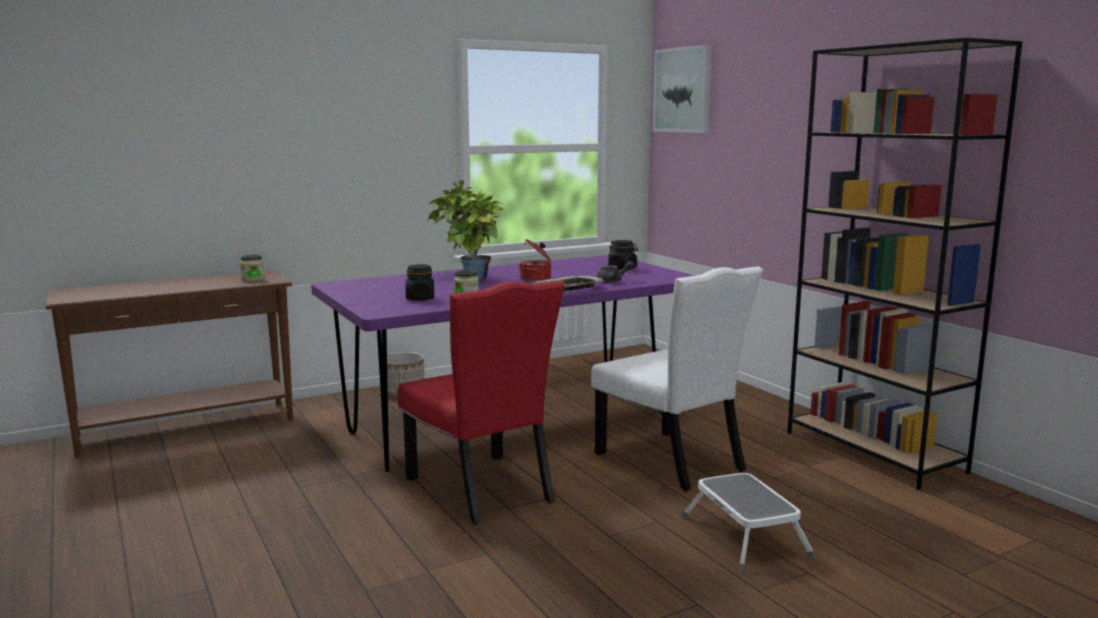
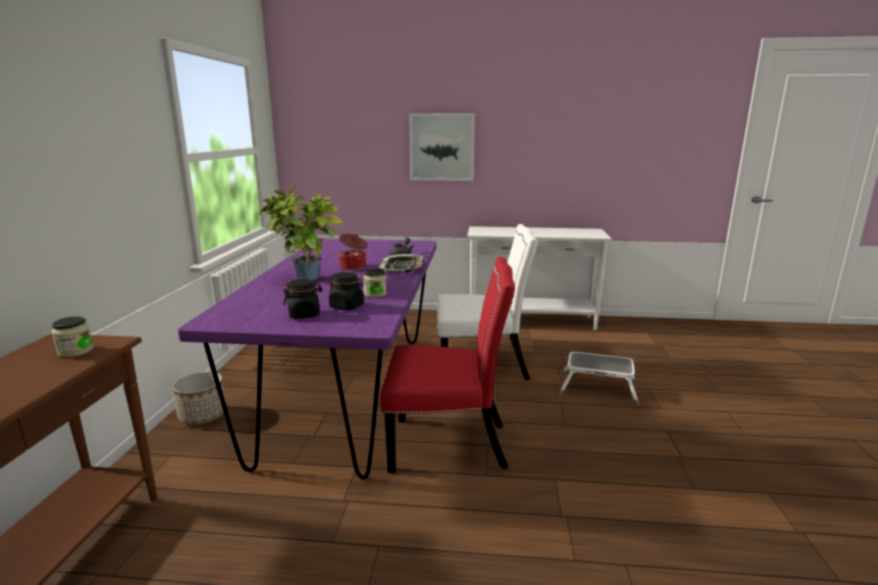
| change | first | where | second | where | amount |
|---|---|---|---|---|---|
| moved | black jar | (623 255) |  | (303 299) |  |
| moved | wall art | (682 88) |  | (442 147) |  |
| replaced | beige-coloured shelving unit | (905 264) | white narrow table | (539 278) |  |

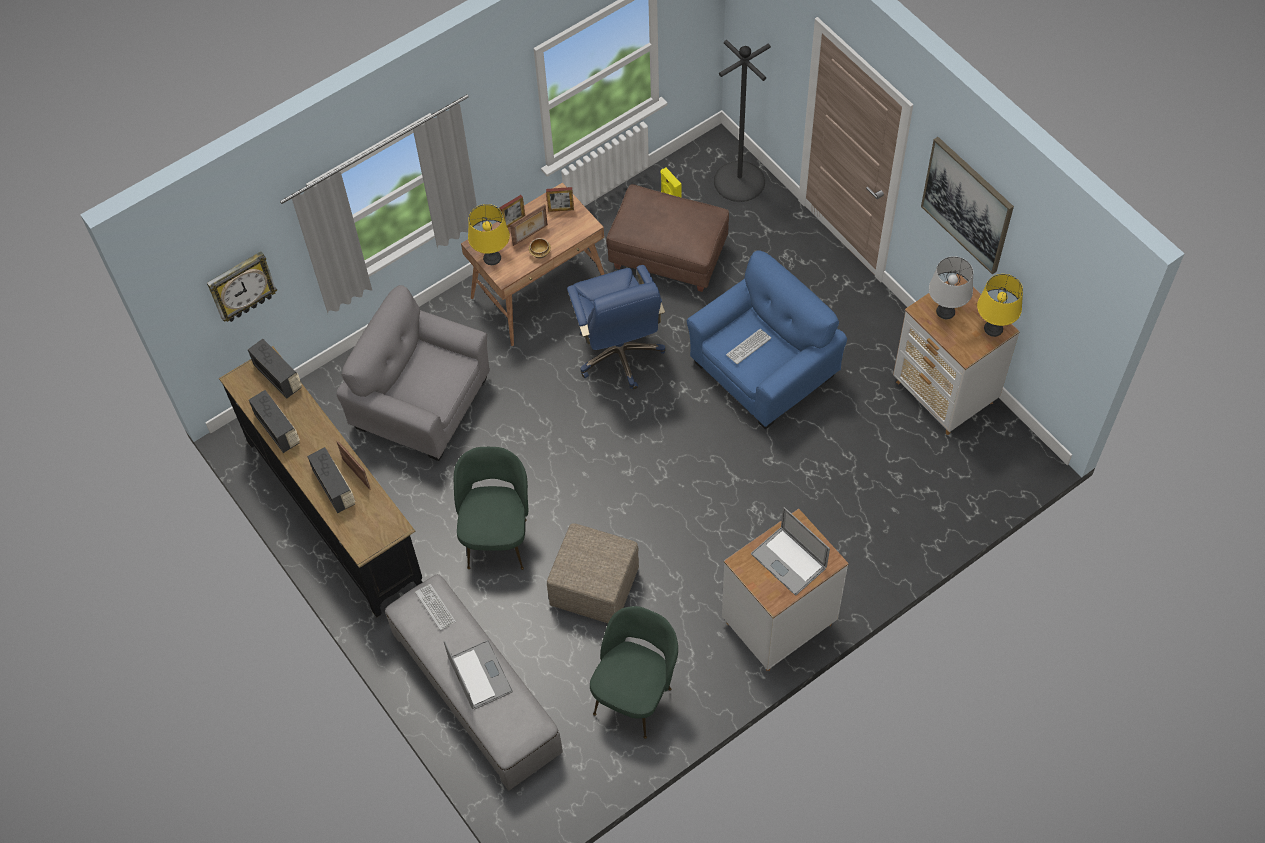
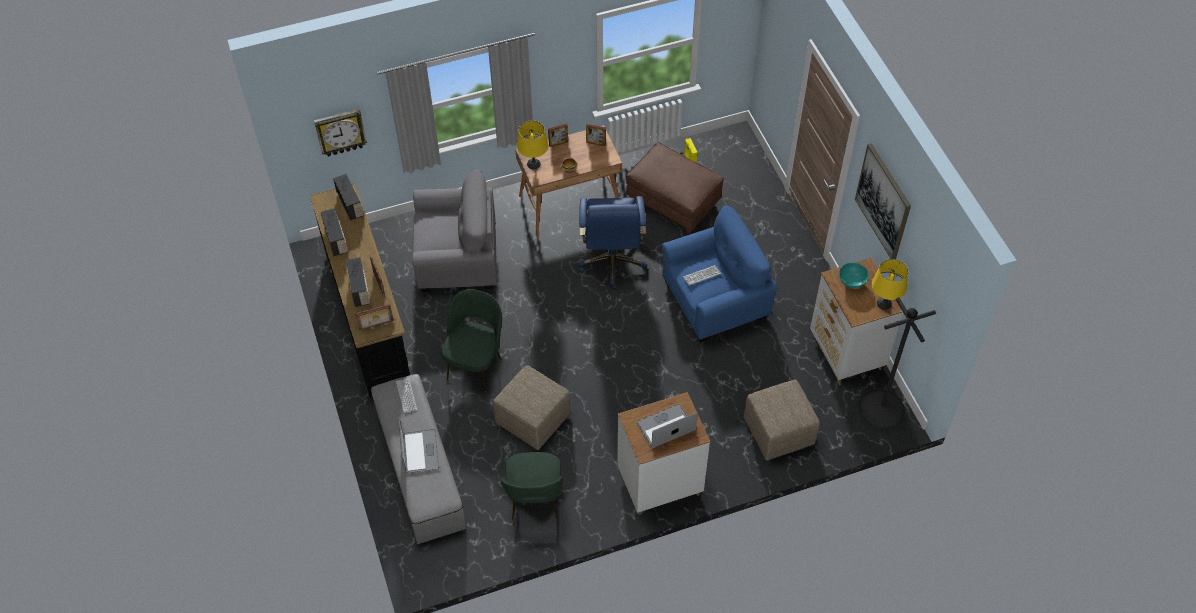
| change | first | where | second | where | amount |
|---|---|---|---|---|---|
| moved | standing frame | (529 225) |  | (374 317) |  |
| turned | gray armchair | (413 373) |  | (454 231) | 135 degrees clockwise |
| turned | green-coloured plain chair | (634 672) |  | (532 486) | 135 degrees clockwise |
| turned | laptop | (790 551) |  | (667 426) | 90 degrees clockwise |
| added |  |  | beige-coloured pouffe | (782 420) |  |
| replaced | gray tabletop lamp | (951 287) | blue-green bowl | (854 275) |  |
| moved | black garment stand | (742 121) |  | (897 362) |  |

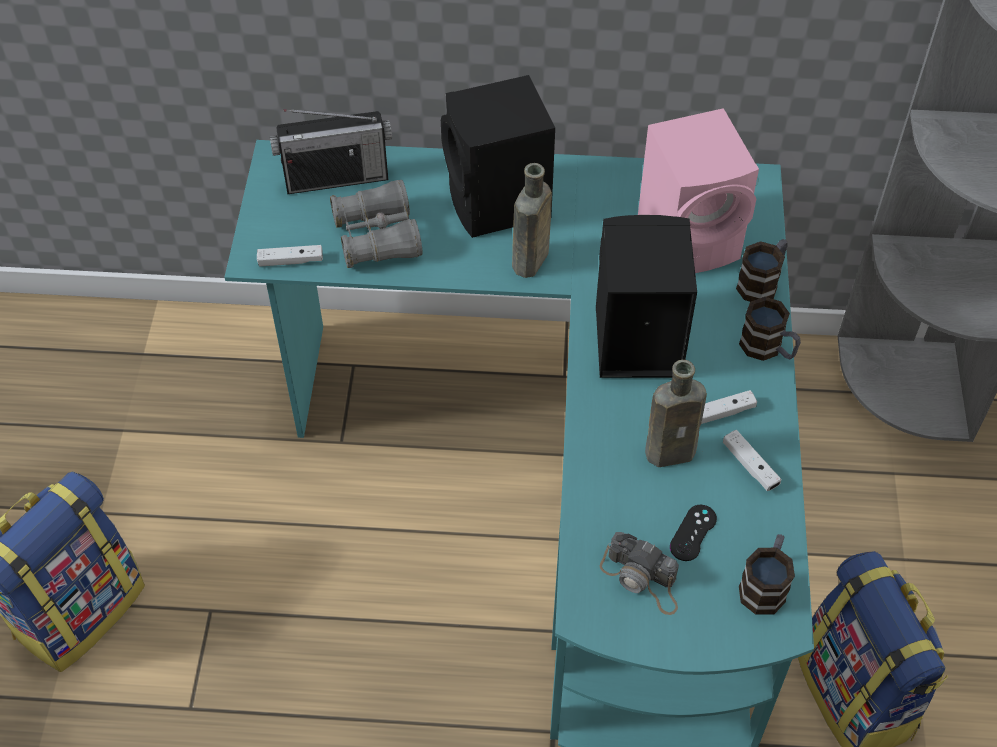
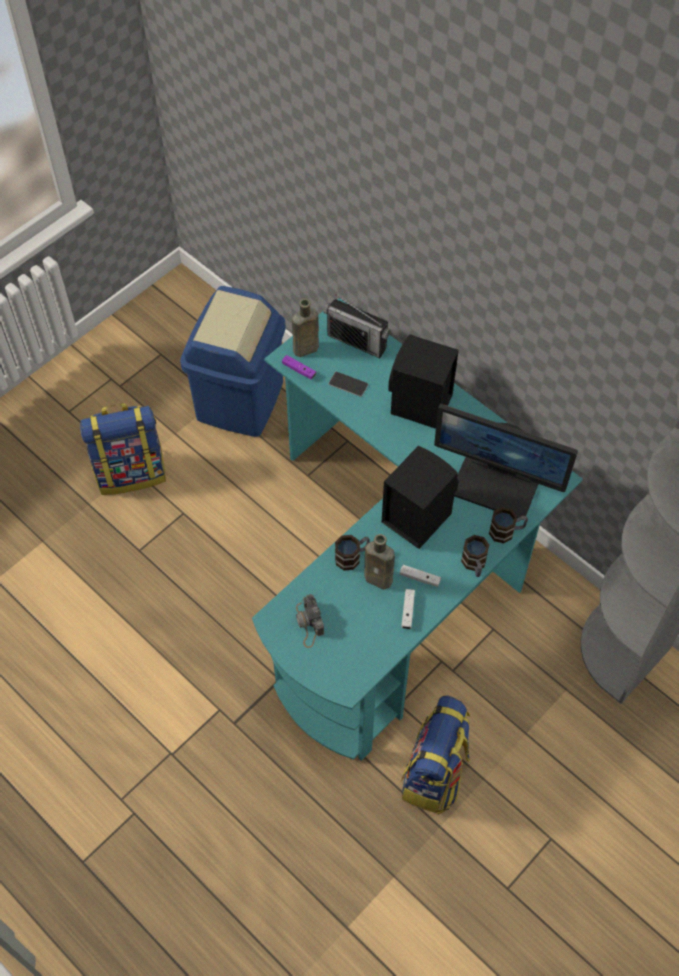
| change | first | where | second | where | amount |
|---|---|---|---|---|---|
| added |  |  | bluish trash can | (233 361) |  |
| recoloured | white game controller | (290 256) | purple-coloured game controller | (299 367) |  |
| moved | brownish beverage bottle | (532 220) |  | (305 328) |  |
| replaced | gray pair of binoculars | (376 224) | phone | (348 384) |  |
| moved | tea mug | (767 574) |  | (352 553) |  |
| replaced | pink loudspeaker | (698 190) | computer display | (506 462) |  |
| removed | black game controller | (693 533) |  |  |  |

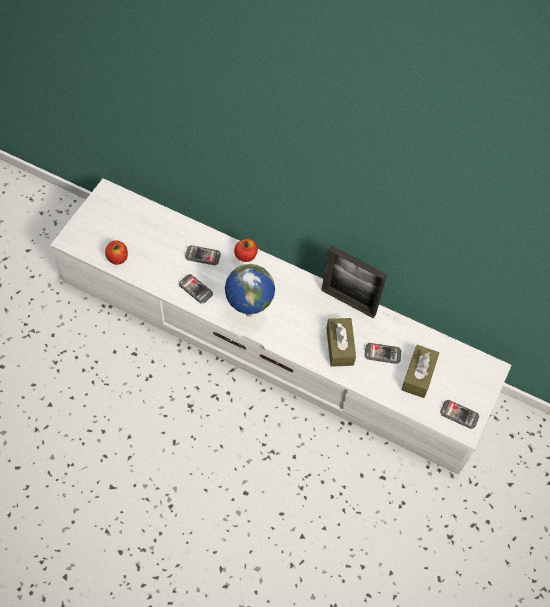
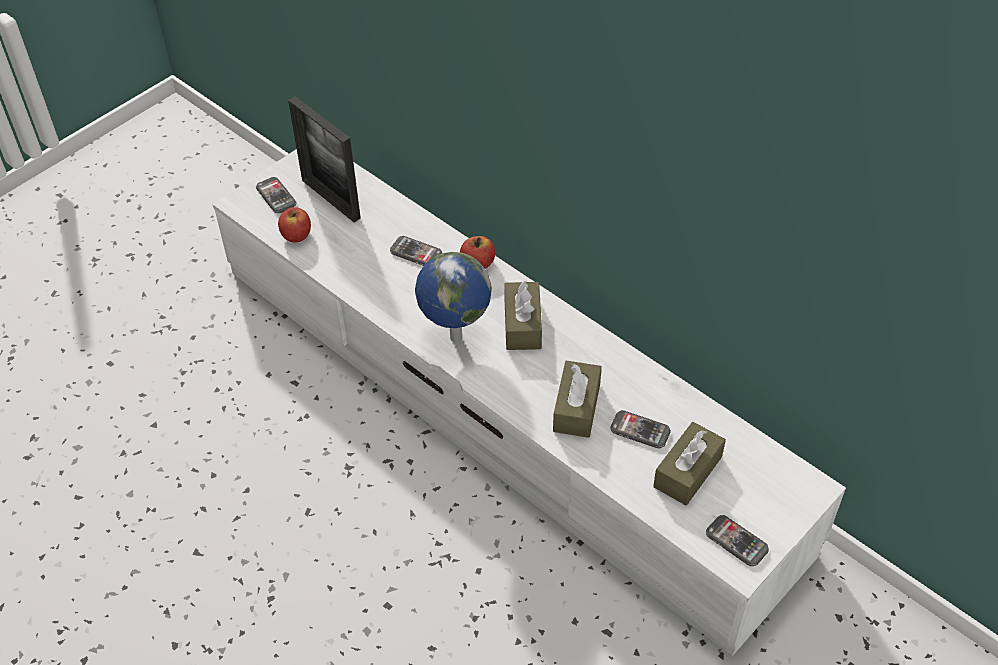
| change | first | where | second | where | amount |
|---|---|---|---|---|---|
| moved | phone | (196 288) |  | (276 195) |  |
| moved | standing frame | (354 281) |  | (324 159) |  |
| added |  |  | brownish box of tissues | (523 315) |  |

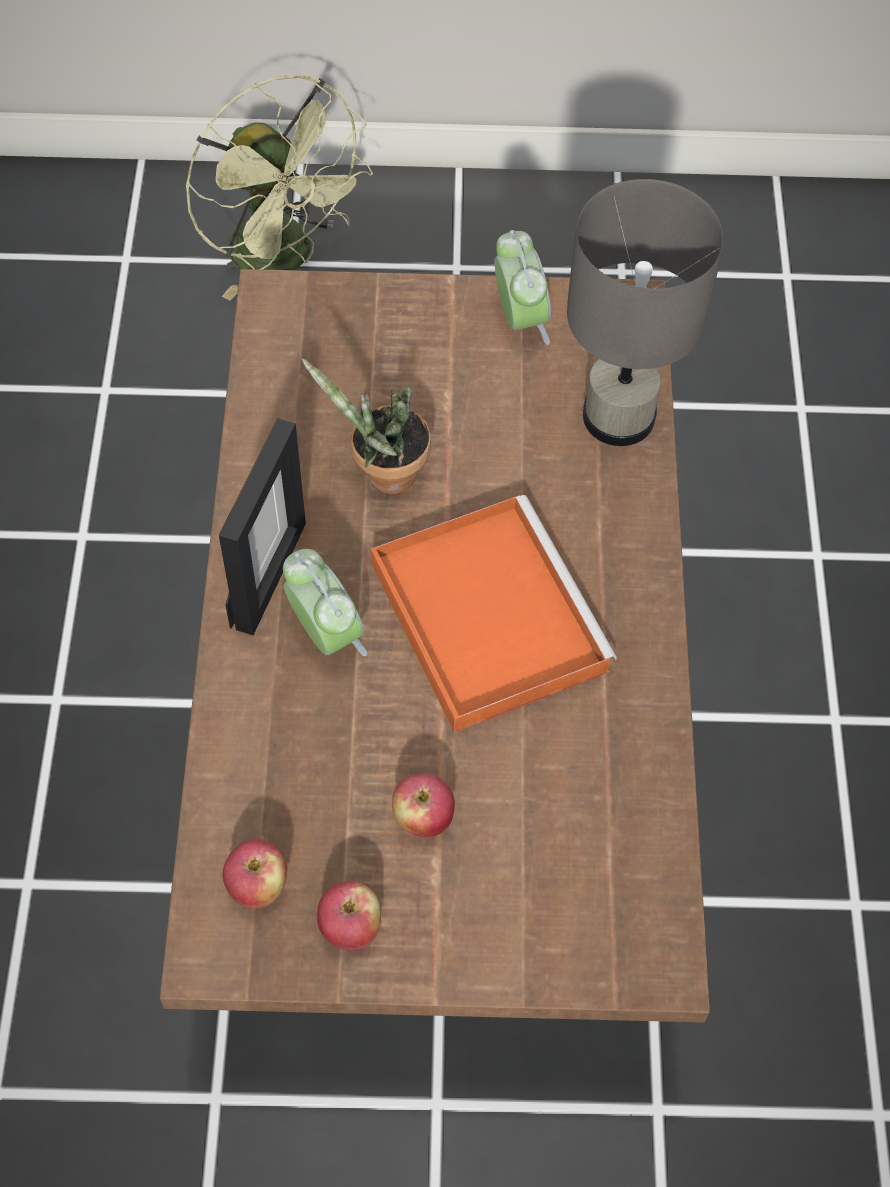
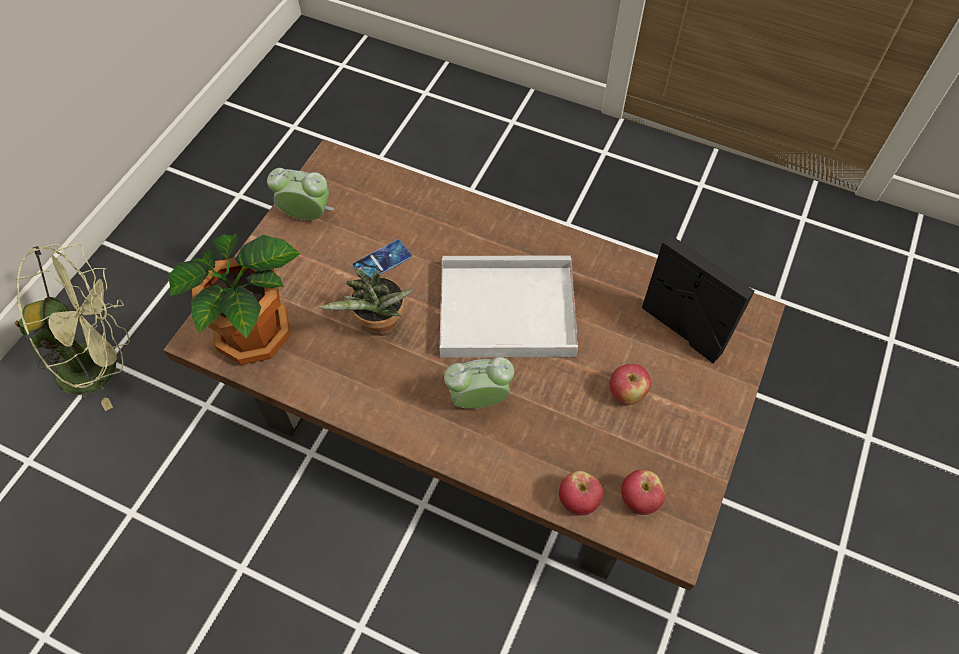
| change | first | where | second | where | amount |
|---|---|---|---|---|---|
| added |  |  | plant in a pot | (234 299) |  |
| added |  |  | phone | (382 258) |  |
| recoloured | orange-coloured tray | (494 614) | white tray | (508 306) |  |
| moved | whole apple | (349 916) |  | (581 493) |  |
| moved | standing frame | (262 526) |  | (698 299) |  |
| removed | gray tabletop lamp | (645 312) |  |  |  |

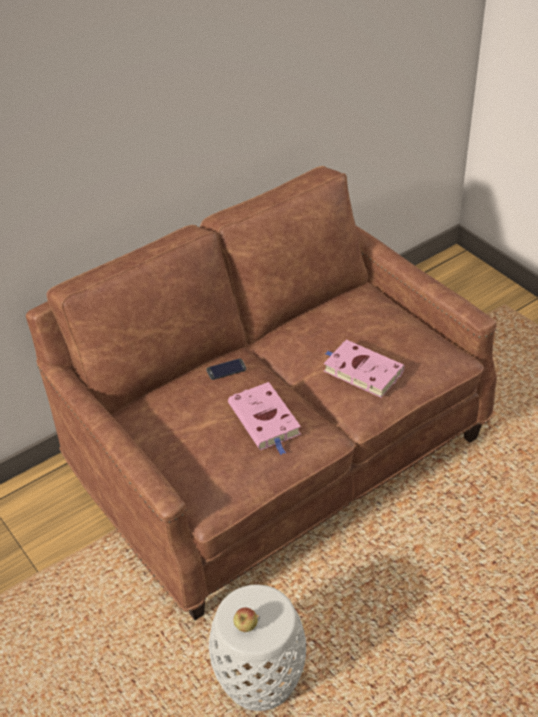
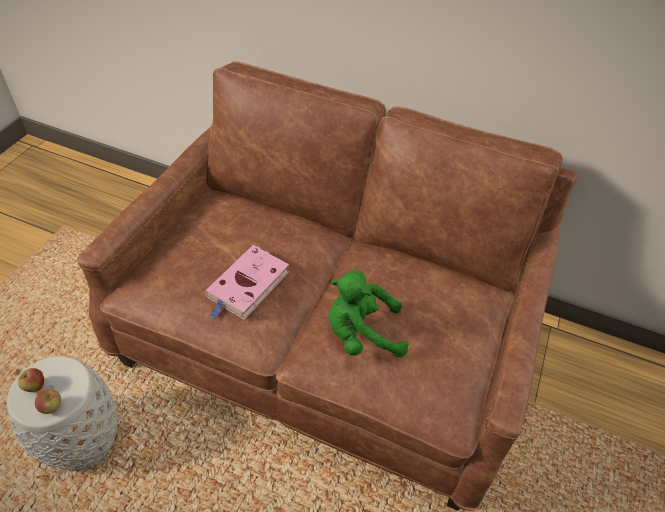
| change | first | where | second | where | amount |
|---|---|---|---|---|---|
| added |  |  | whole apple | (48 401) |  |
| replaced | pink volume | (364 369) | green-coloured soft toy | (368 313) |  |
| removed | phone | (226 369) |  |  |  |

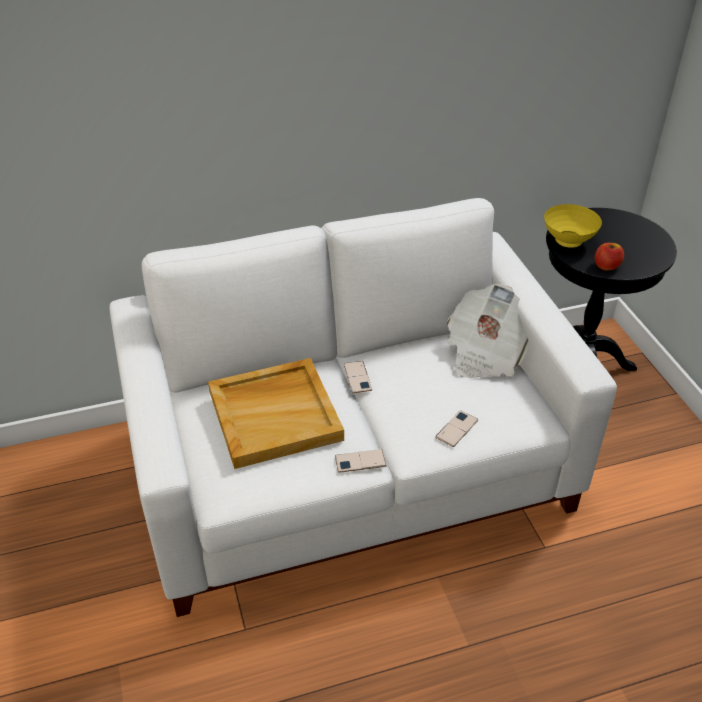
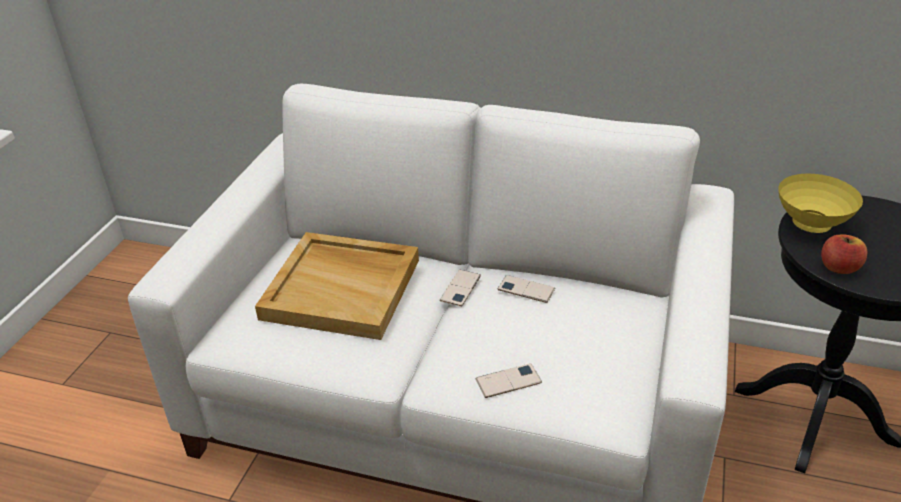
| change | first | where | second | where | amount |
|---|---|---|---|---|---|
| moved | phone | (361 461) |  | (526 289) |  |
| removed | printed paper | (488 331) |  |  |  |

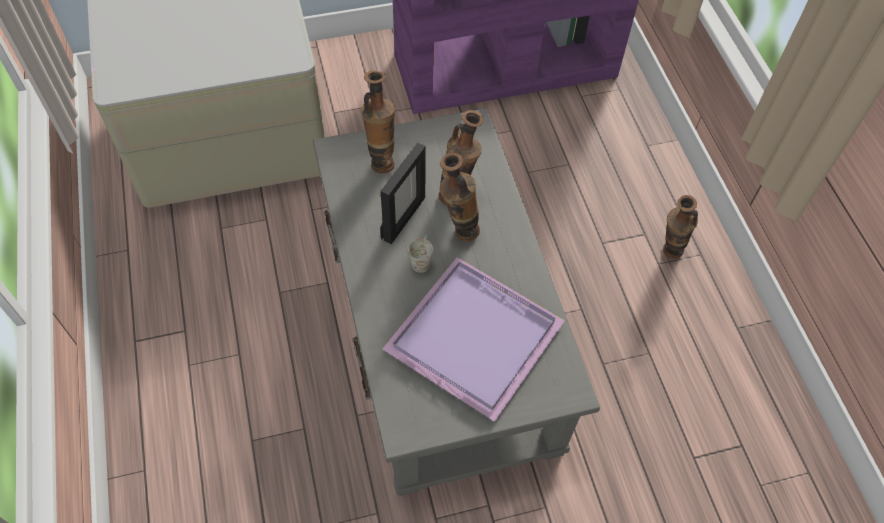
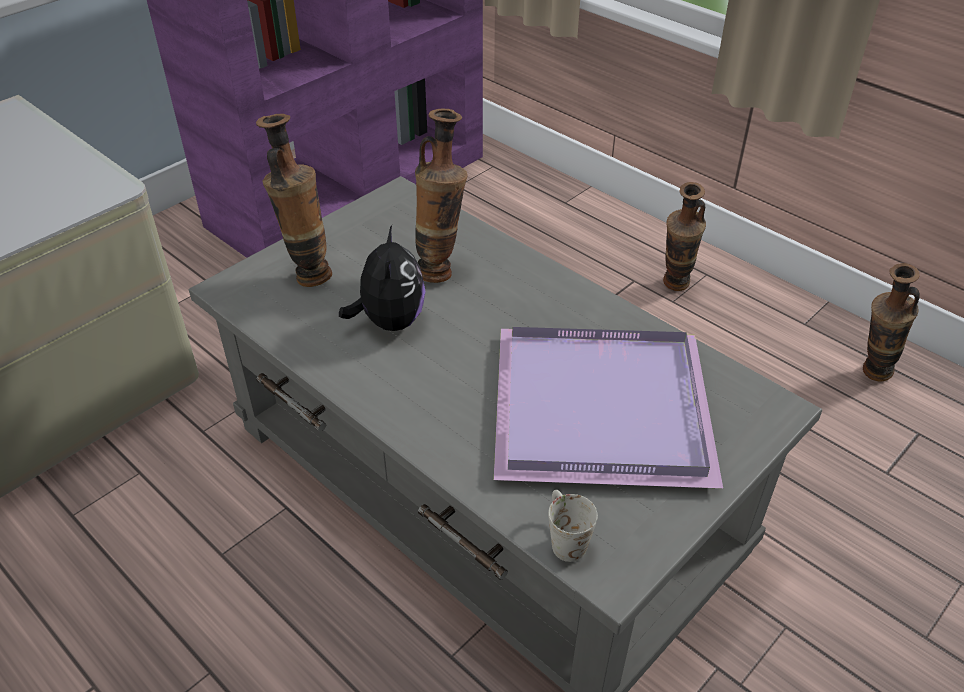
| change | first | where | second | where | amount |
|---|---|---|---|---|---|
| replaced | standing frame | (403 193) | soft toy | (382 278) |  |
| moved | white tea mug | (420 254) |  | (573 526) |  |
| moved | flower vase | (460 197) |  | (891 322) |  |

